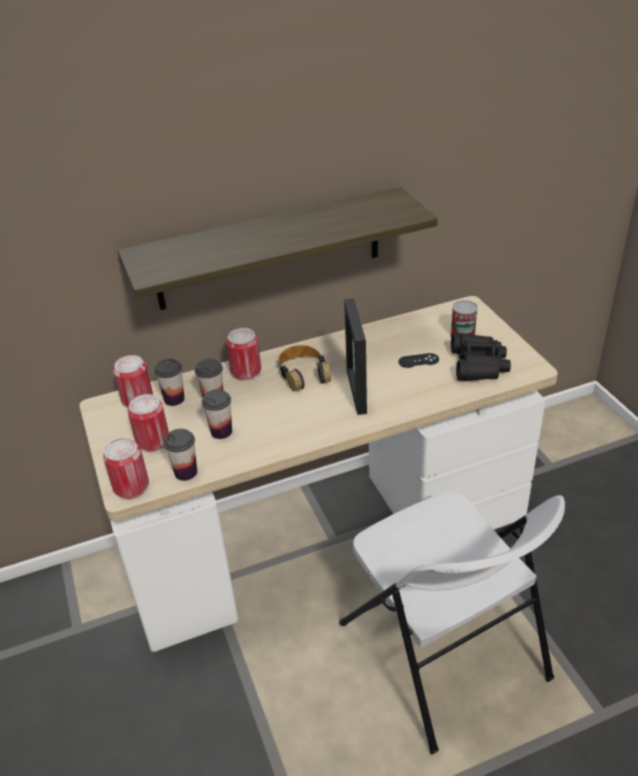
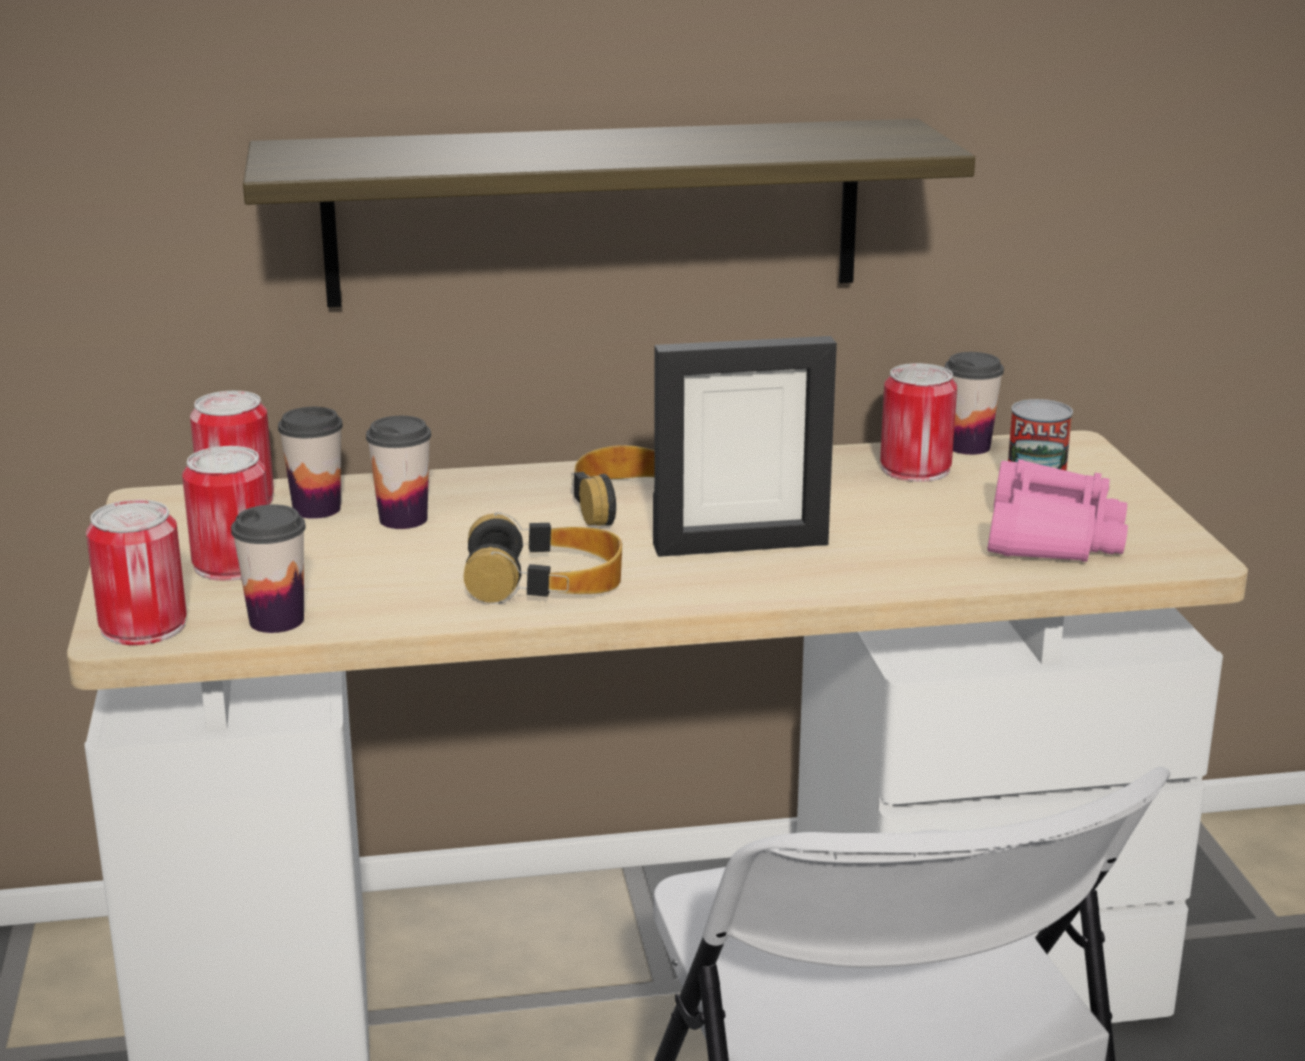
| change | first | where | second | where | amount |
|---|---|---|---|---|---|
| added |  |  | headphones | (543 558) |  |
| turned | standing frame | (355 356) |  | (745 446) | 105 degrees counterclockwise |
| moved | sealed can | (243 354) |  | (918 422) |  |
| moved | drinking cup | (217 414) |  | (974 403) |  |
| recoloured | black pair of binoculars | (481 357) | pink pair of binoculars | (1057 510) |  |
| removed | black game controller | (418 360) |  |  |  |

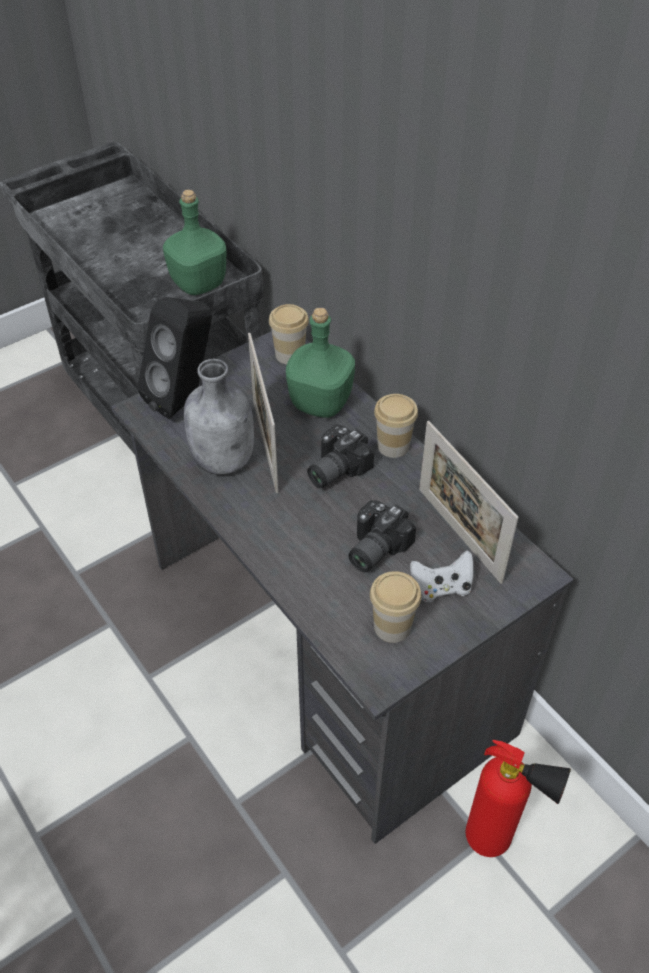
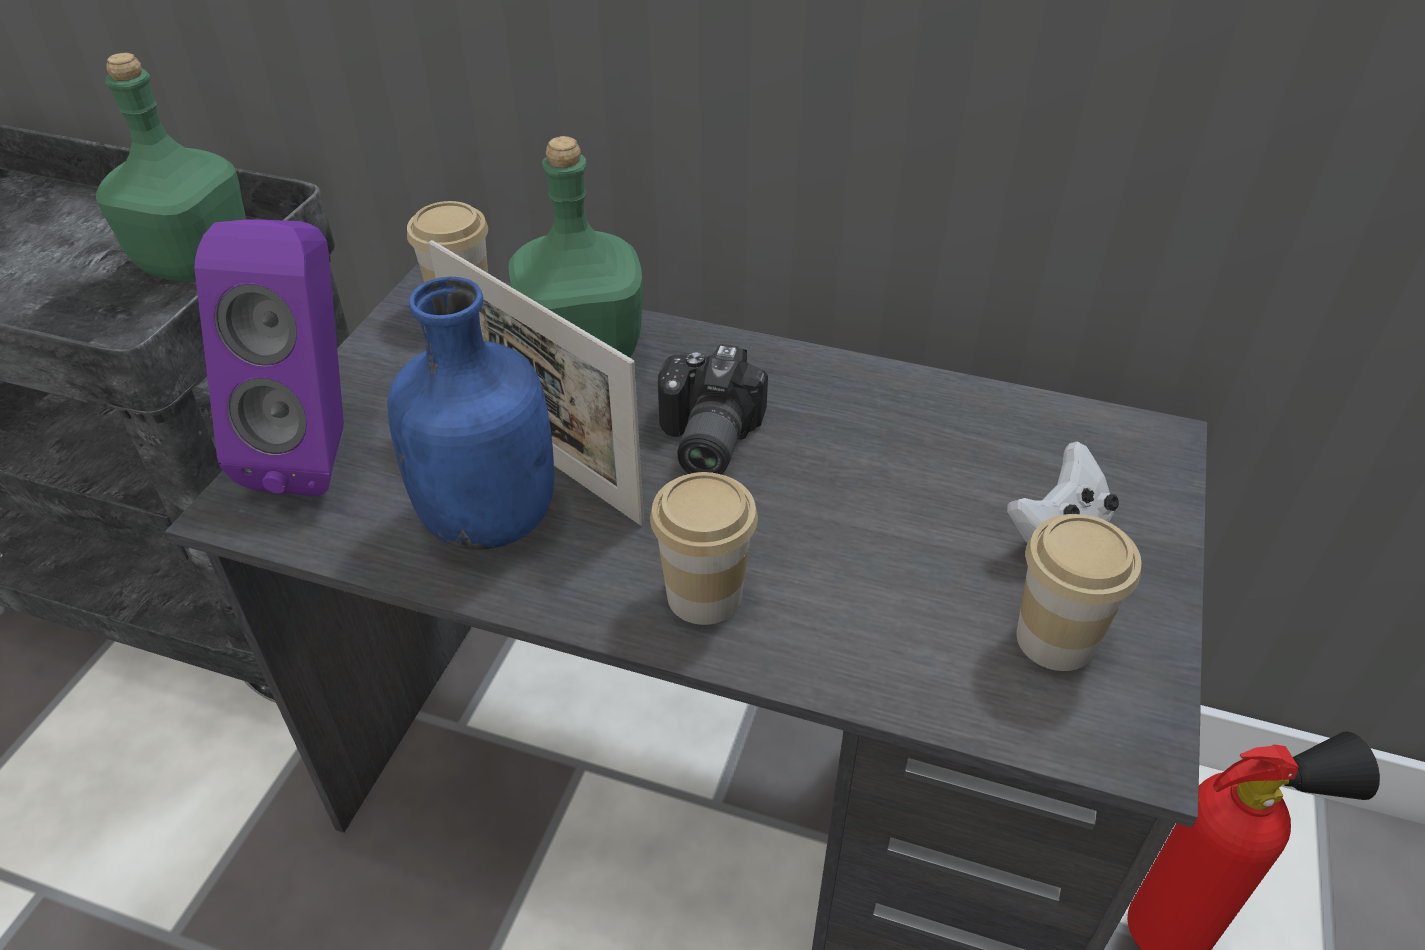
| change | first | where | second | where | amount |
|---|---|---|---|---|---|
| recoloured | black loudspeaker | (175 358) | purple-coloured loudspeaker | (269 358) |  |
| recoloured | gray beverage bottle | (219 417) | bluish beverage bottle | (470 413) |  |
| moved | drinking cup | (396 426) |  | (704 548) |  |
| removed | photo camera | (382 536) |  |  |  |
| removed | standing frame | (469 502) |  |  |  |

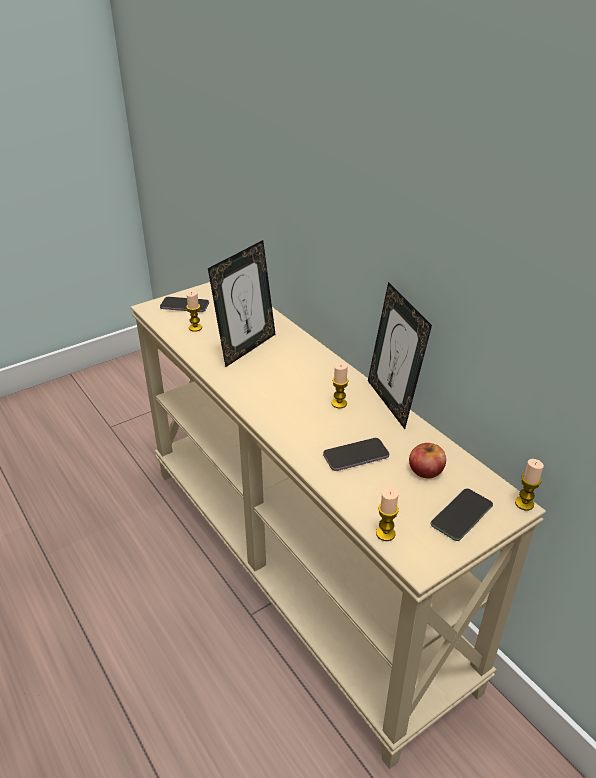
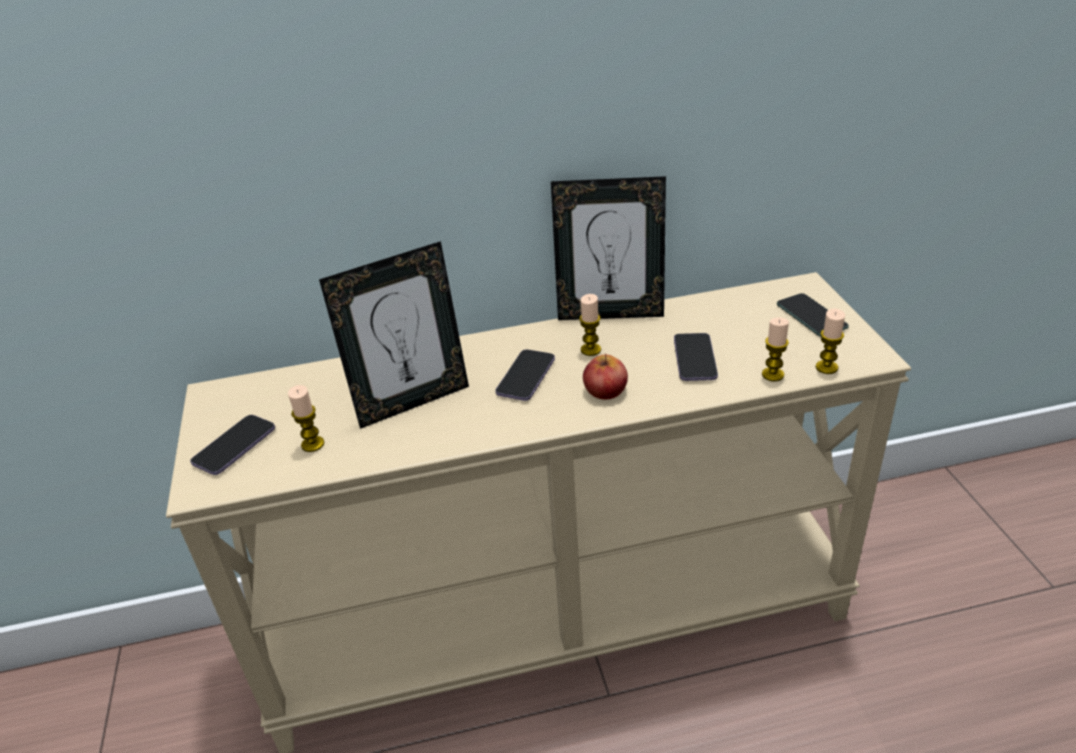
| change | first | where | second | where | amount |
|---|---|---|---|---|---|
| turned | standing frame | (242 303) |  | (394 335) | 90 degrees clockwise |
| added |  |  | phone | (525 375) |  |
| moved | whole apple | (427 460) |  | (605 376) |  |
| moved | wax candle | (529 485) |  | (775 349) |  |

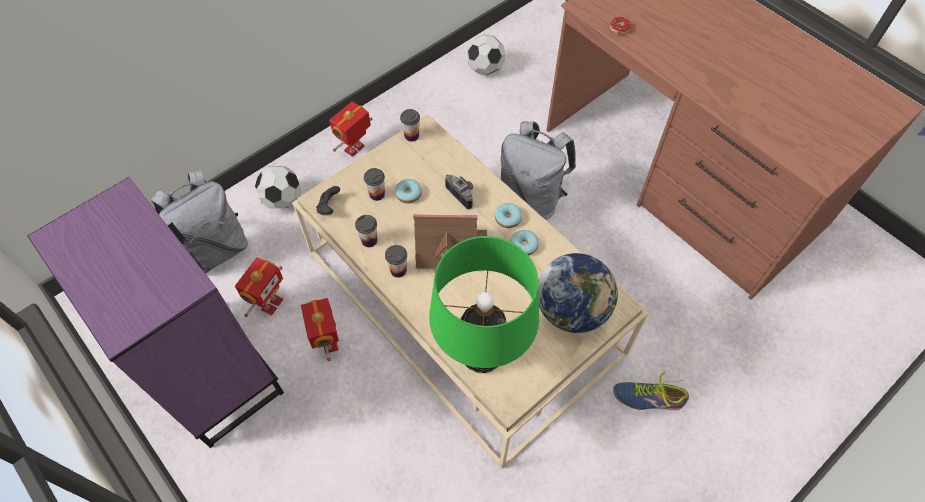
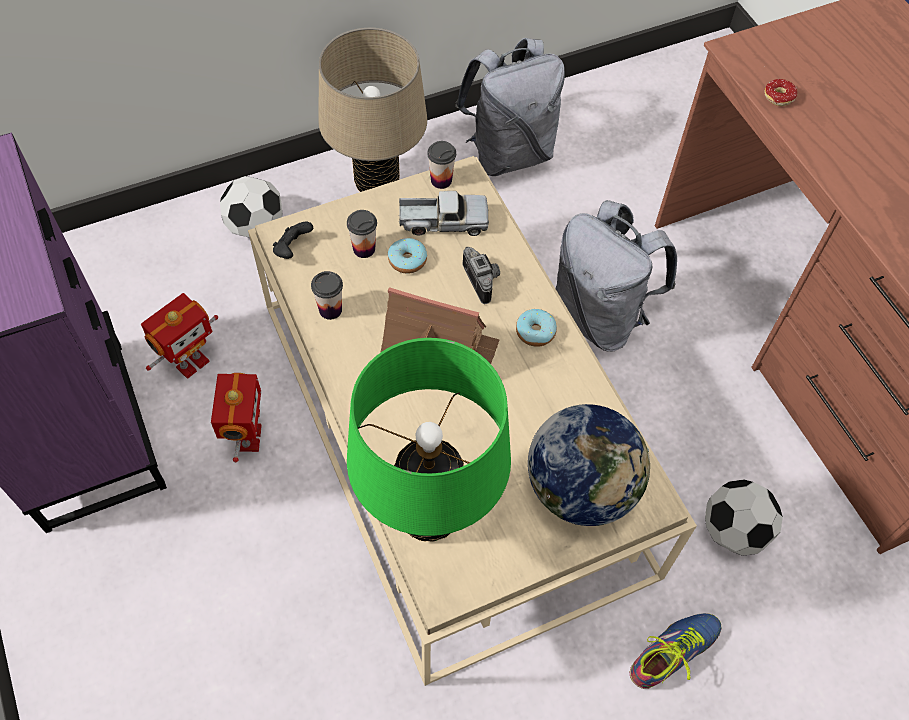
| change | first | where | second | where | amount |
|---|---|---|---|---|---|
| replaced | robot figure | (350 129) | beige-coloured tabletop lamp | (372 110) |  |
| added |  |  | toy lorry | (444 213) |  |
| moved | gray rucksack | (199 221) |  | (510 107) |  |
| turned | item of footwear | (651 391) |  | (676 651) | 120 degrees clockwise |
| moved | football ball | (486 54) |  | (744 518) |  |
| removed | drinking cup | (396 261) |  |  |  |
| removed | doughnut | (525 243) |  |  |  |

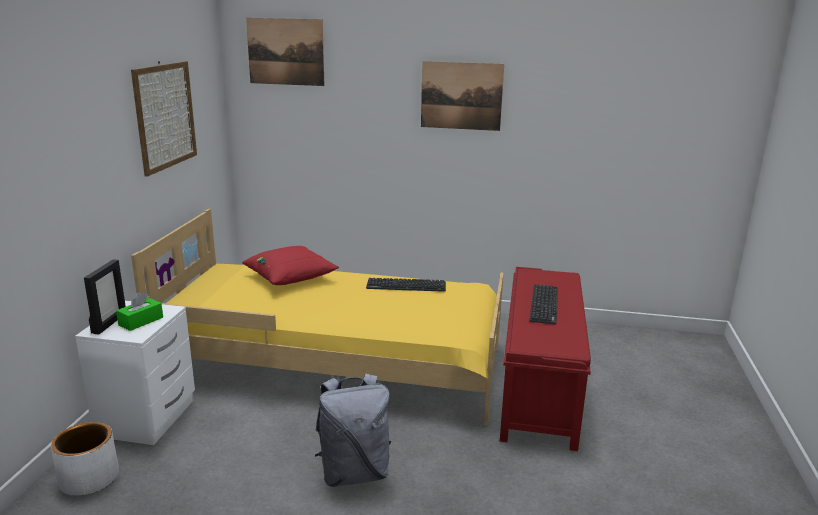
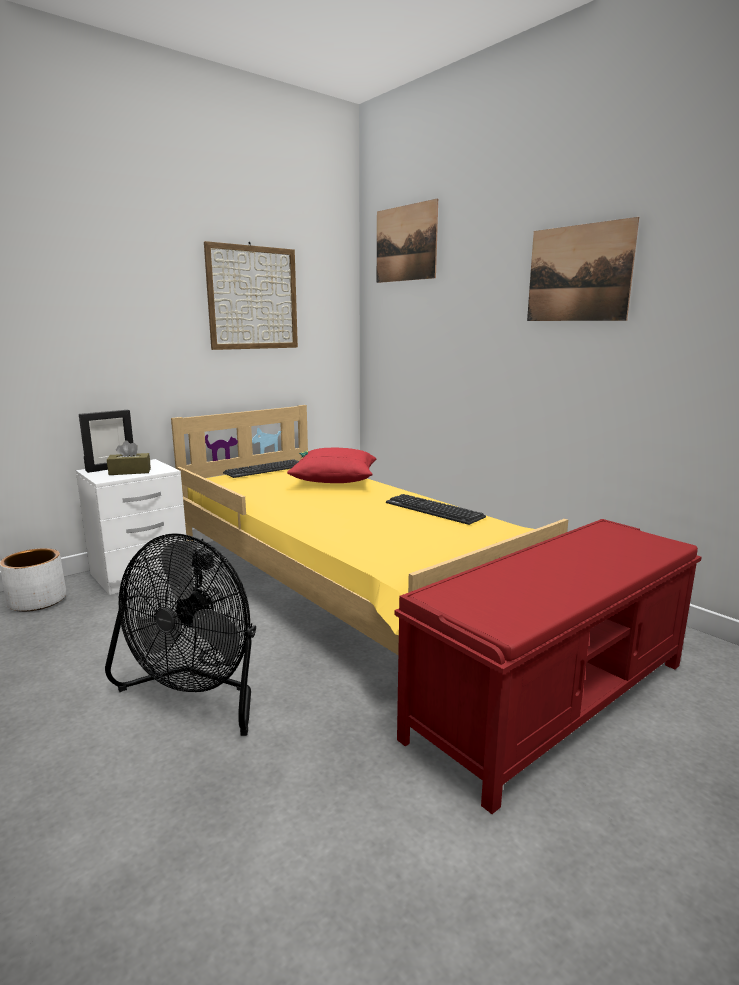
| change | first | where | second | where | amount |
|---|---|---|---|---|---|
| replaced | gray rucksack | (353 430) | black electric fan | (180 634) |  |
| recoloured | green-coloured box of tissues | (139 311) | brownish box of tissues | (129 458) |  |
| moved | keyboard | (543 304) |  | (261 468) |  |

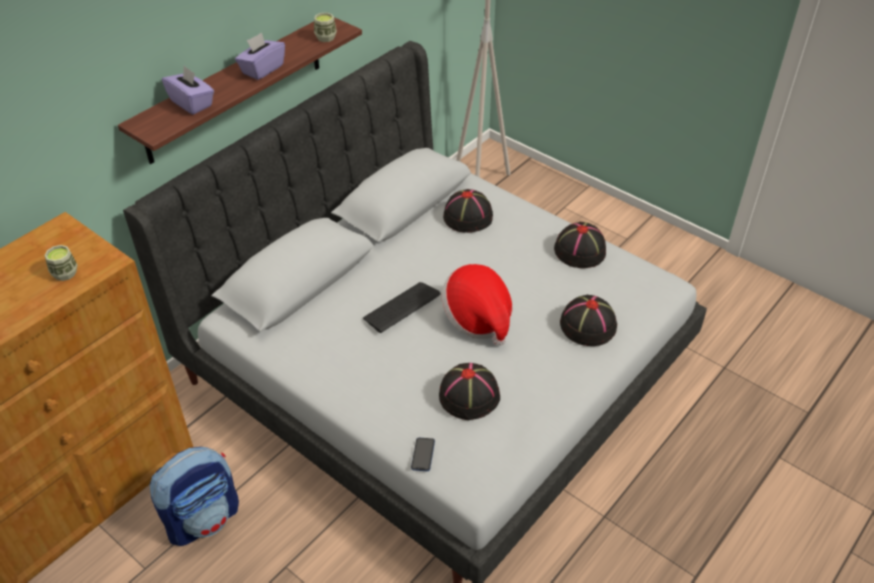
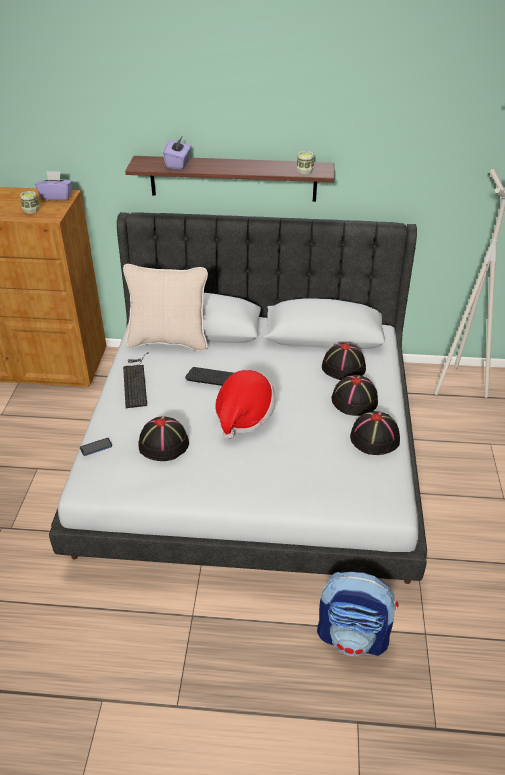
| change | first | where | second | where | amount |
|---|---|---|---|---|---|
| moved | purple-coloured box of tissues | (260 56) |  | (54 185) |  |
| added |  |  | beige-coloured cushion | (165 308) |  |
| added |  |  | keyboard | (136 380) |  |
| moved | rucksack | (194 496) |  | (358 614) |  |
| moved | black hat | (588 320) |  | (354 395) |  |

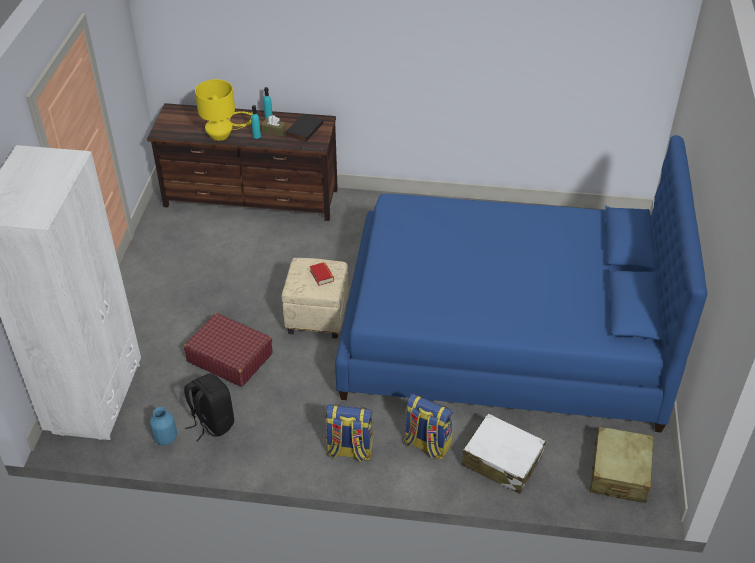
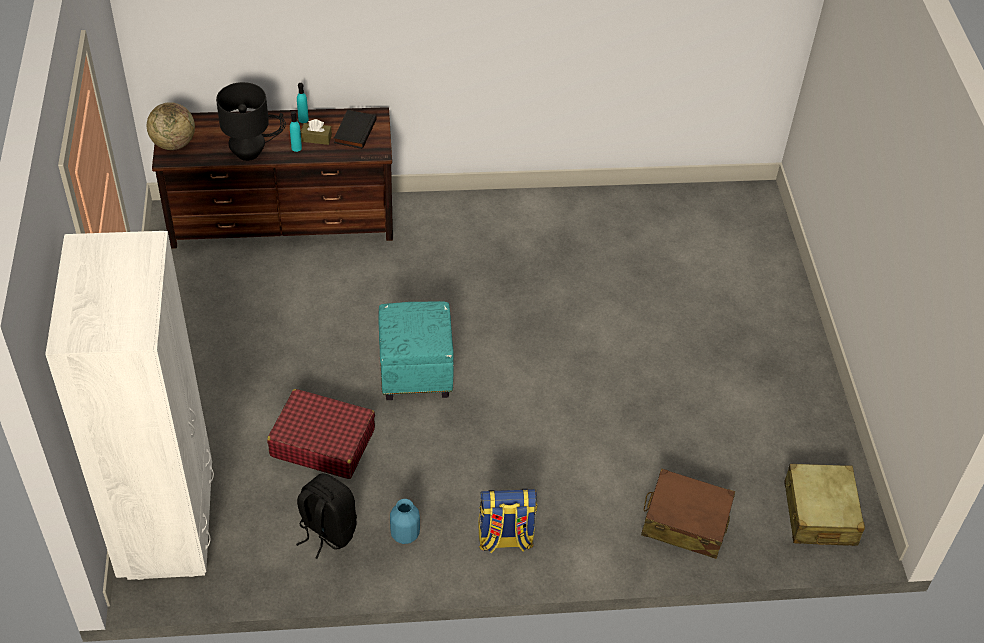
| change | first | where | second | where | amount |
|---|---|---|---|---|---|
| added |  |  | world globe | (171 126) |  |
| recoloured | yellow tabletop lamp | (224 110) | black tabletop lamp | (251 121) |  |
| recoloured | beige-coloured pouffe | (315 298) | blue-green pouffe | (416 350) |  |
| moved | bluish flower vase | (163 426) |  | (405 521) |  |
| recoloured | white travel case | (503 453) | brownish travel case | (688 513) |  |
| removed | volume | (322 274) |  |  |  |
| removed | bluish bedroom bed | (521 283) |  |  |  |
| removed | rucksack | (428 426) |  |  |  |

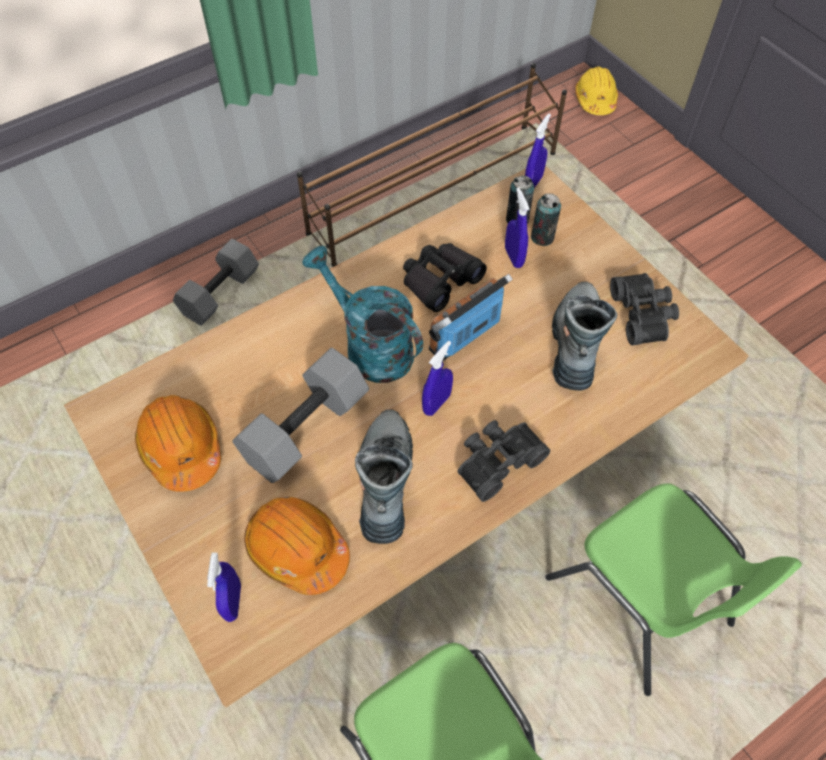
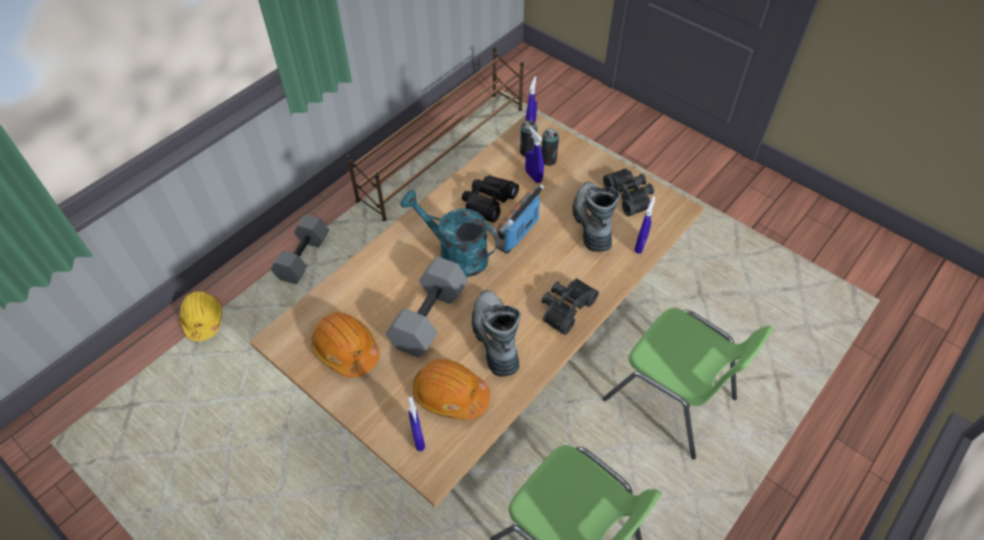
| change | first | where | second | where | amount |
|---|---|---|---|---|---|
| moved | yellow work helmet | (596 91) |  | (201 316) |  |
| moved | bluish hand sprayer | (437 378) |  | (644 225) |  |

